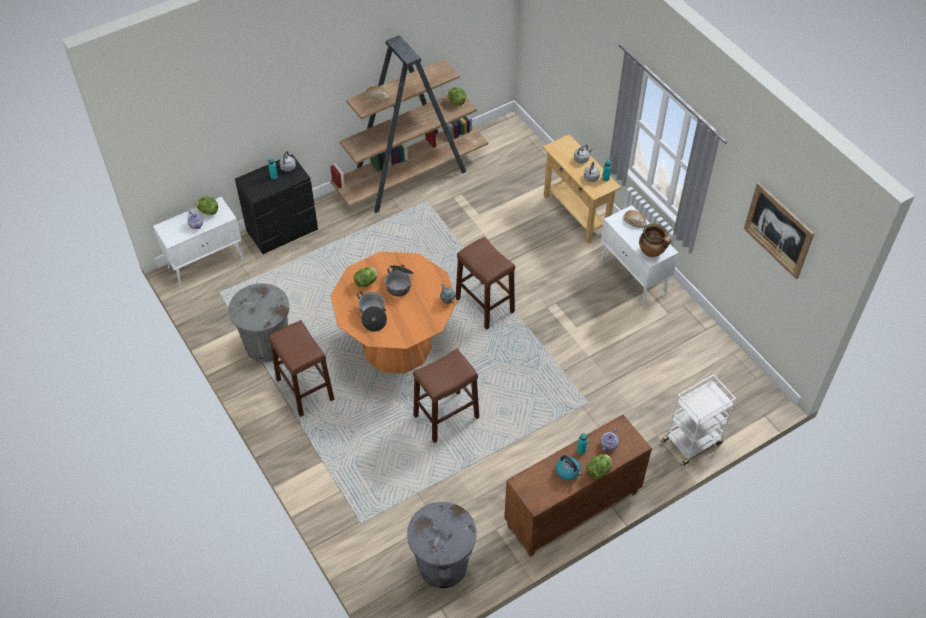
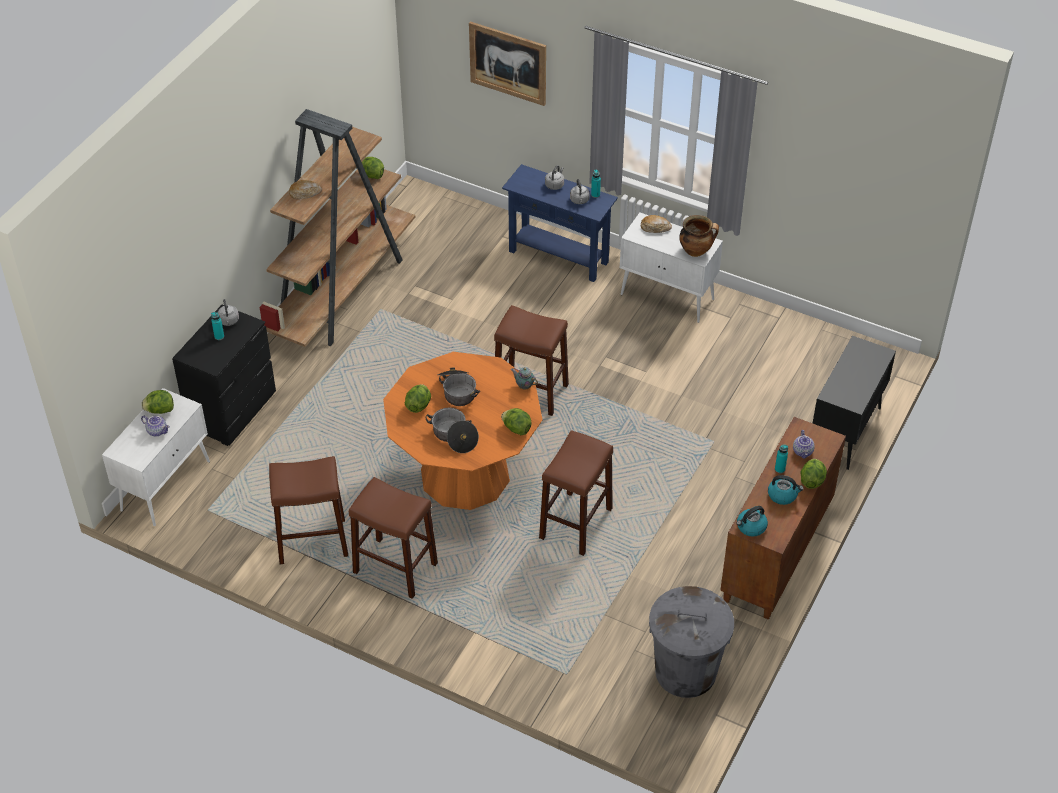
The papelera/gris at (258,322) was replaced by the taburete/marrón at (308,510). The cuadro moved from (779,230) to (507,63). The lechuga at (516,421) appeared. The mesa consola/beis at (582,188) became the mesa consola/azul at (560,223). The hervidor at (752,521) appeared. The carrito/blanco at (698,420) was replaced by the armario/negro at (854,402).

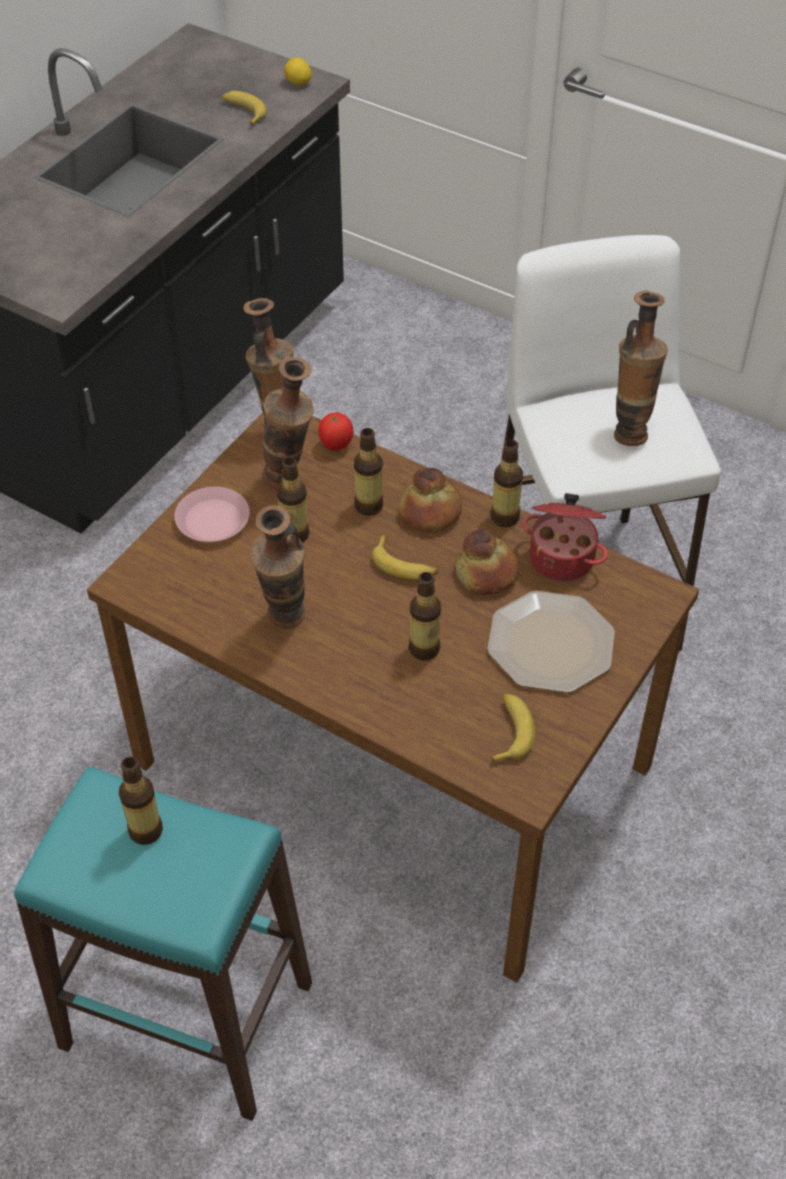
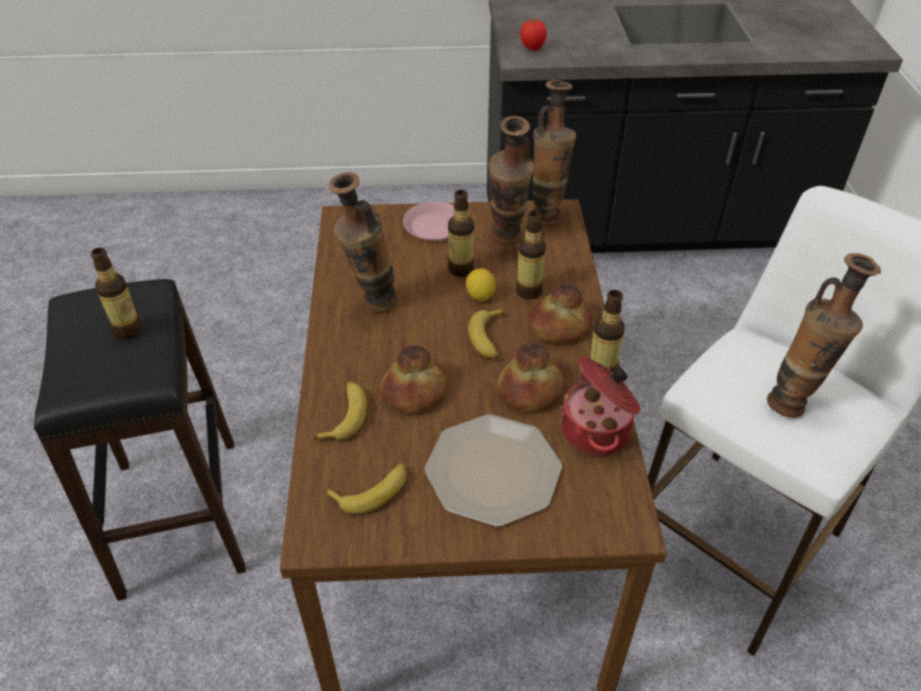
The taburete/turquesa at (163,944) became the taburete/negro at (140,440). The plátano moved from (244,108) to (340,410). The botella at (425,616) was replaced by the pan at (414,379). The limón moved from (298,71) to (481,284). The tomate moved from (335,432) to (533,34).

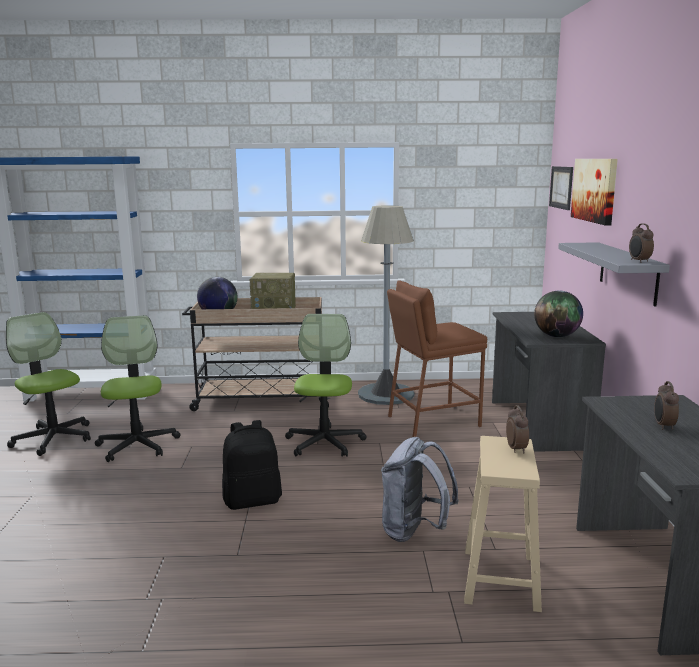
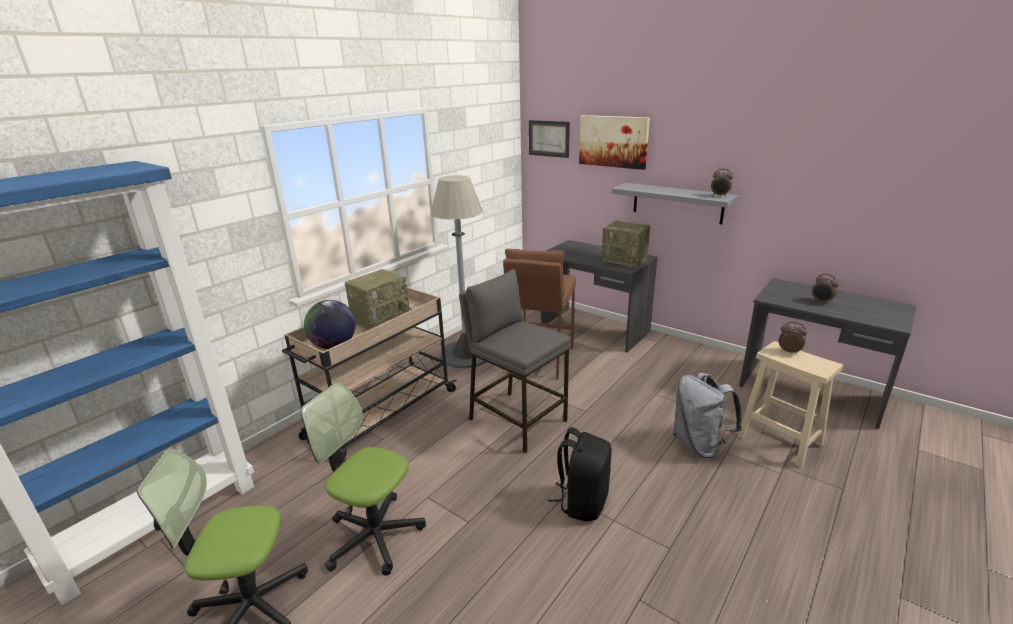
The silla de oficina at (326,385) was replaced by the taburete/gris at (515,361). The globo terráqueo at (558,313) was replaced by the radio at (626,244).

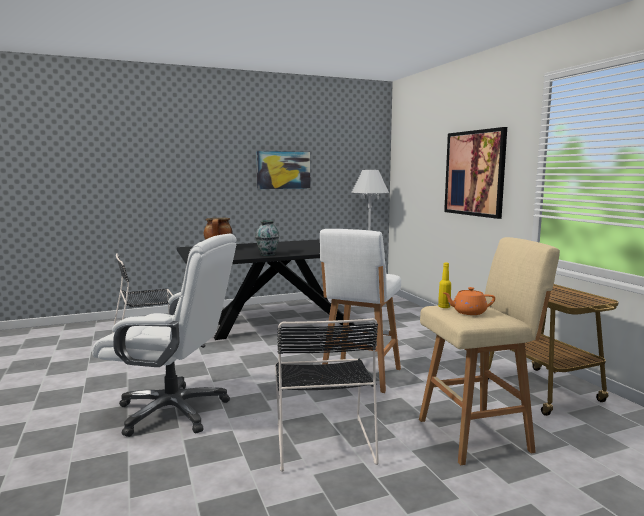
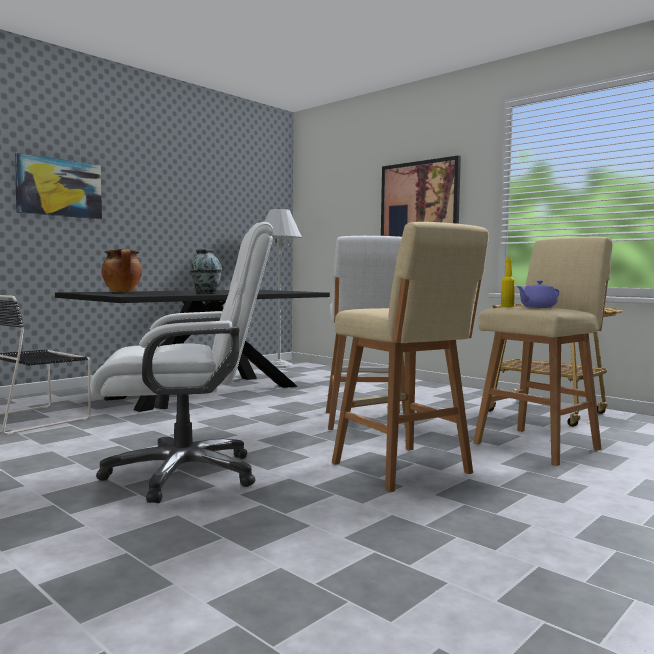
The cuadro moved from (283,170) to (58,186). The silla/negro at (327,395) was replaced by the taburete/beis at (410,357). The tetera/naranja at (469,301) became the tetera/morado at (538,294).

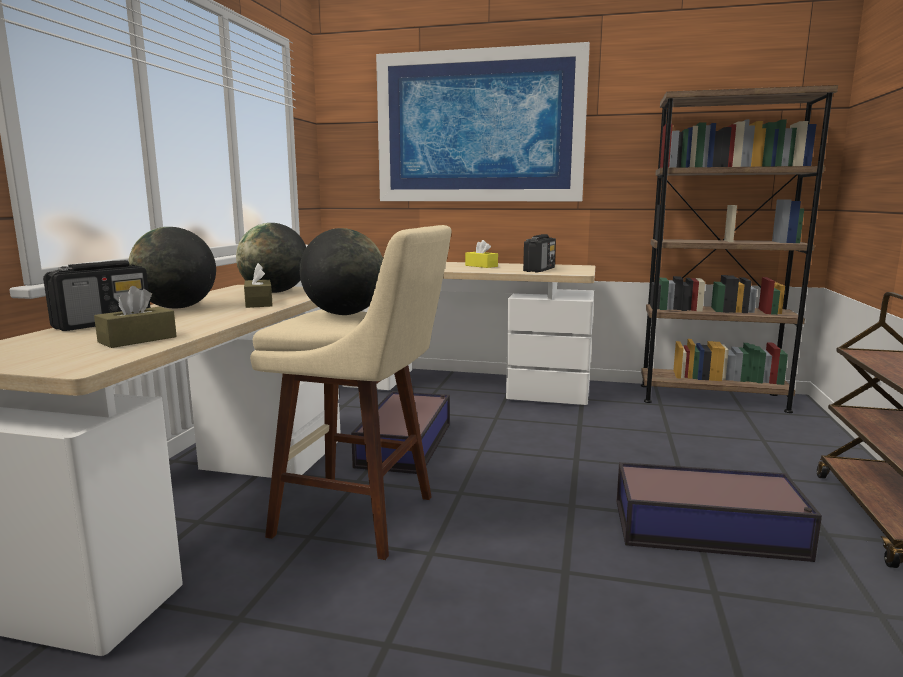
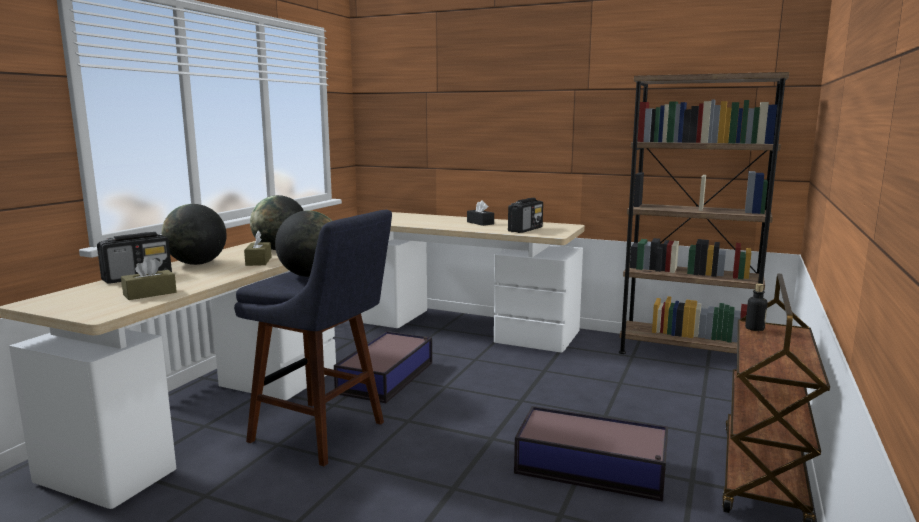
The taburete/beis at (350,392) became the taburete/azul at (313,338). The caja de pañuelos/amarillo at (481,254) became the caja de pañuelos/negro at (480,213). The botella at (756,307) appeared. The cuadro at (483,121) disappeared.

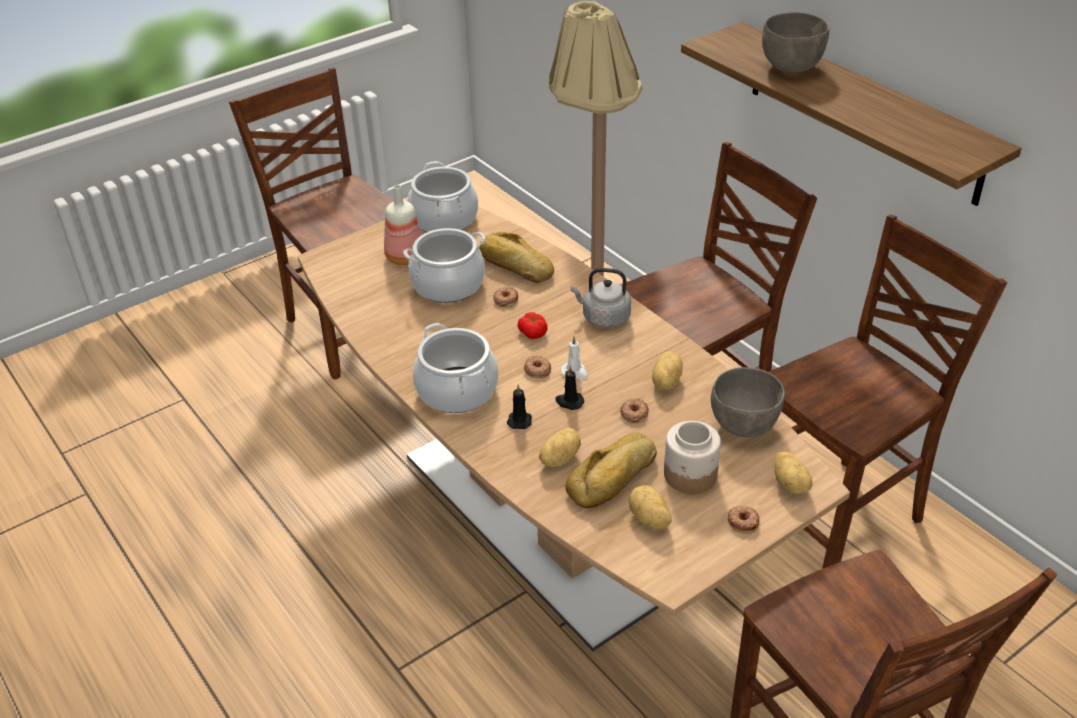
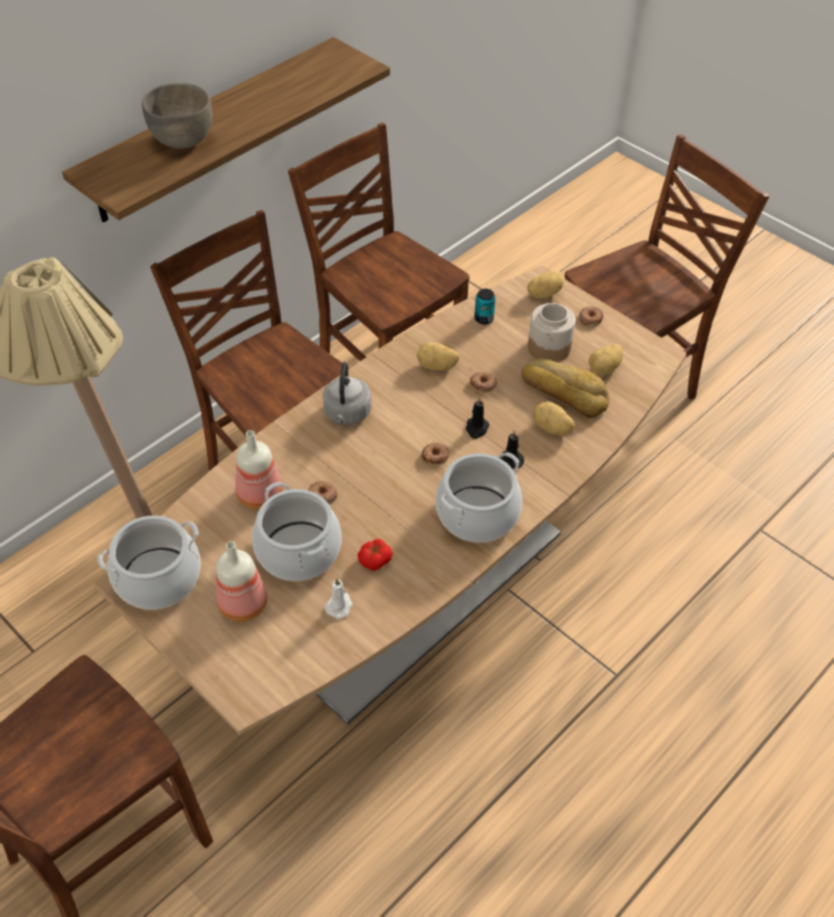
The pan at (516,257) was replaced by the botella at (258,469). The vela/blanco moved from (574,357) to (339,598). The tomate moved from (533,325) to (375,555). The cuenco/gris at (748,402) was replaced by the lata at (484,306).

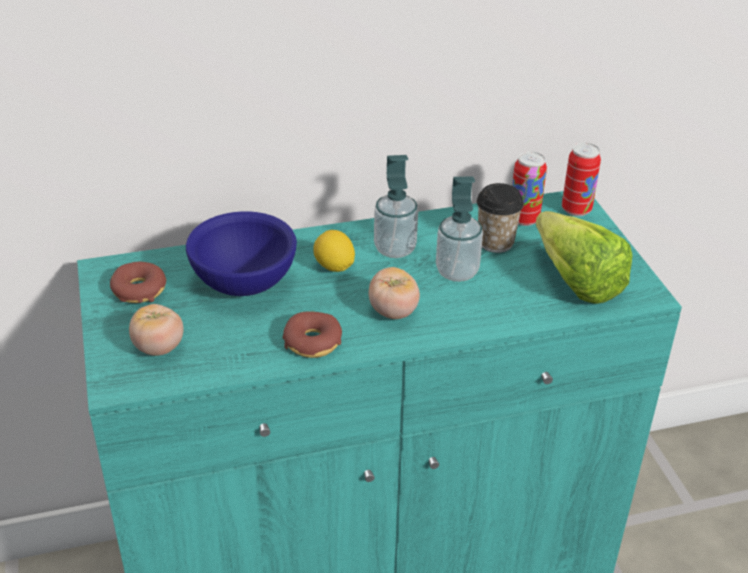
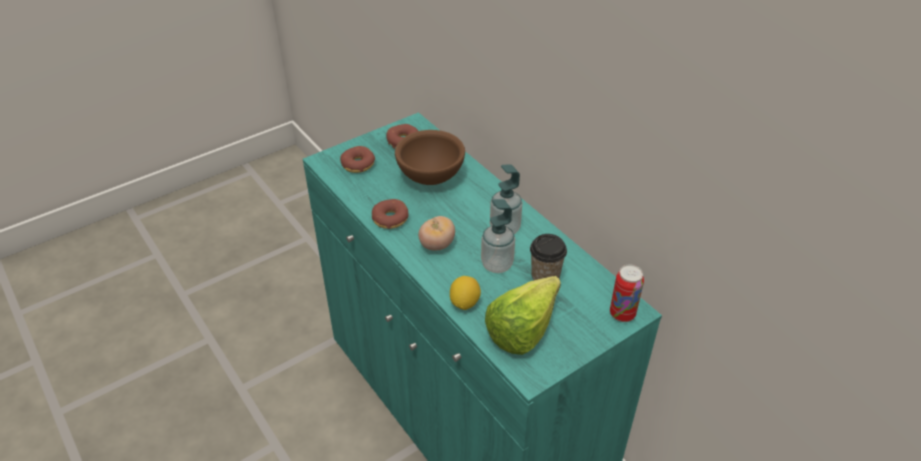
The tomate at (156,330) was replaced by the rosquilla at (357,159). The cuenco/azul at (241,253) became the cuenco/marrón at (430,157). The limón moved from (334,251) to (465,293). The lata at (529,188) disappeared.

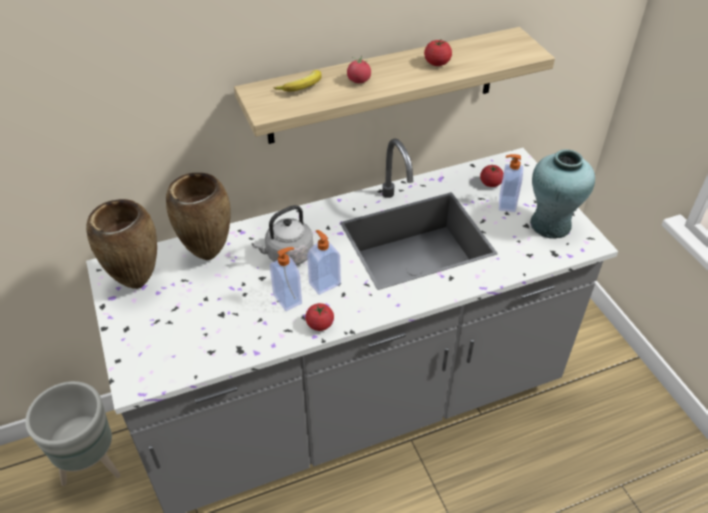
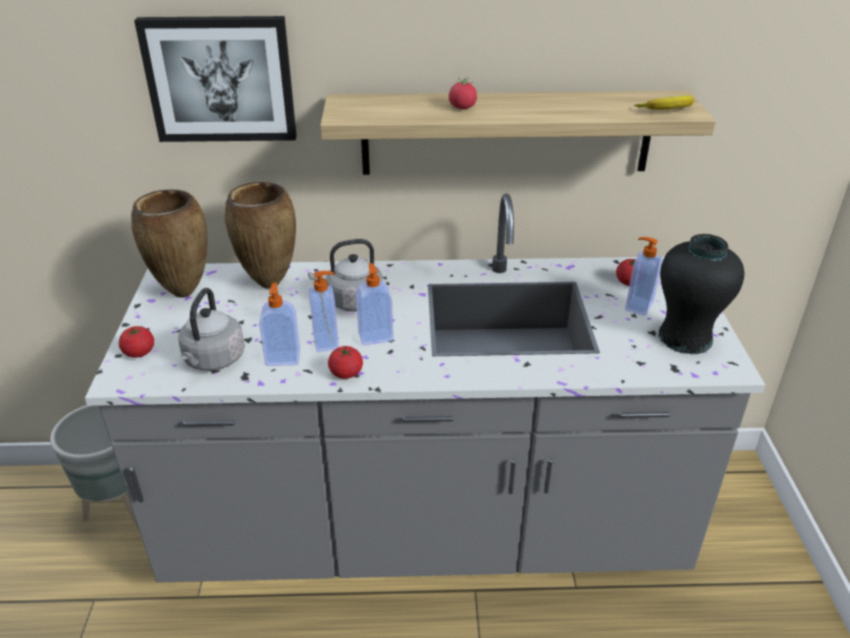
The tomate moved from (438,52) to (136,342). The cuadro at (215,79) appeared. The hervidor/gris at (211,329) appeared. The dispensador de jabón at (279,324) appeared. The plátano moved from (298,81) to (664,102). The florero/turquesa at (562,194) became the florero/negro at (701,294).

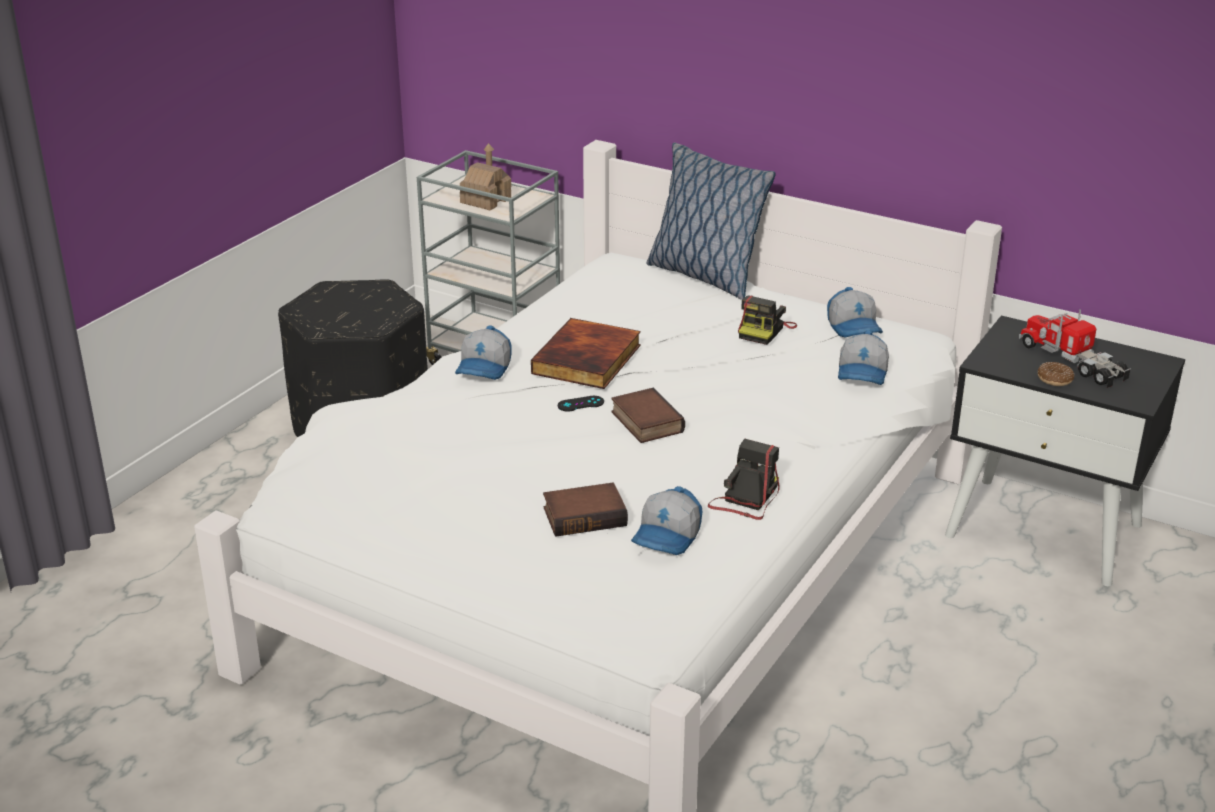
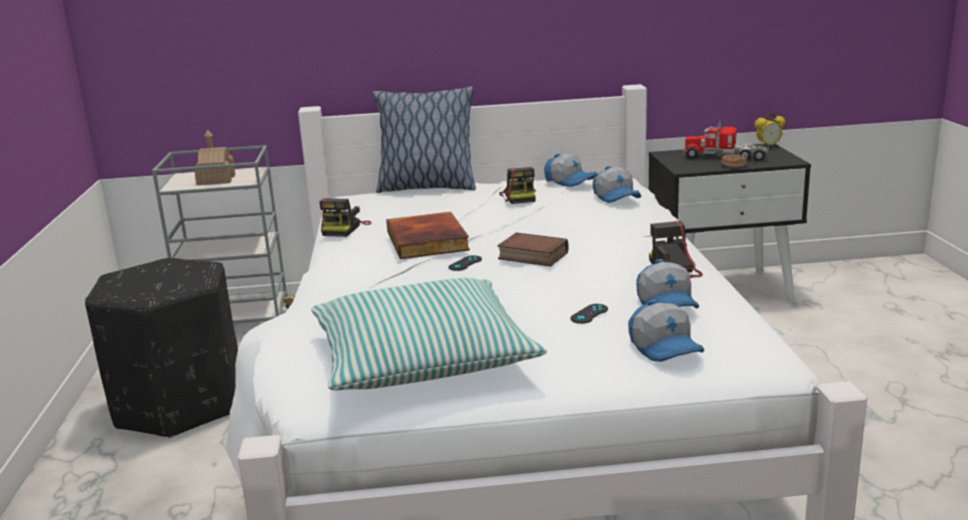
The cojín at (429,334) appeared. The cámara at (345,217) appeared. The libro at (585,510) was replaced by the mando de consola/negro at (589,314). The gorra moved from (483,352) to (666,331). The despertador at (770,129) appeared.

